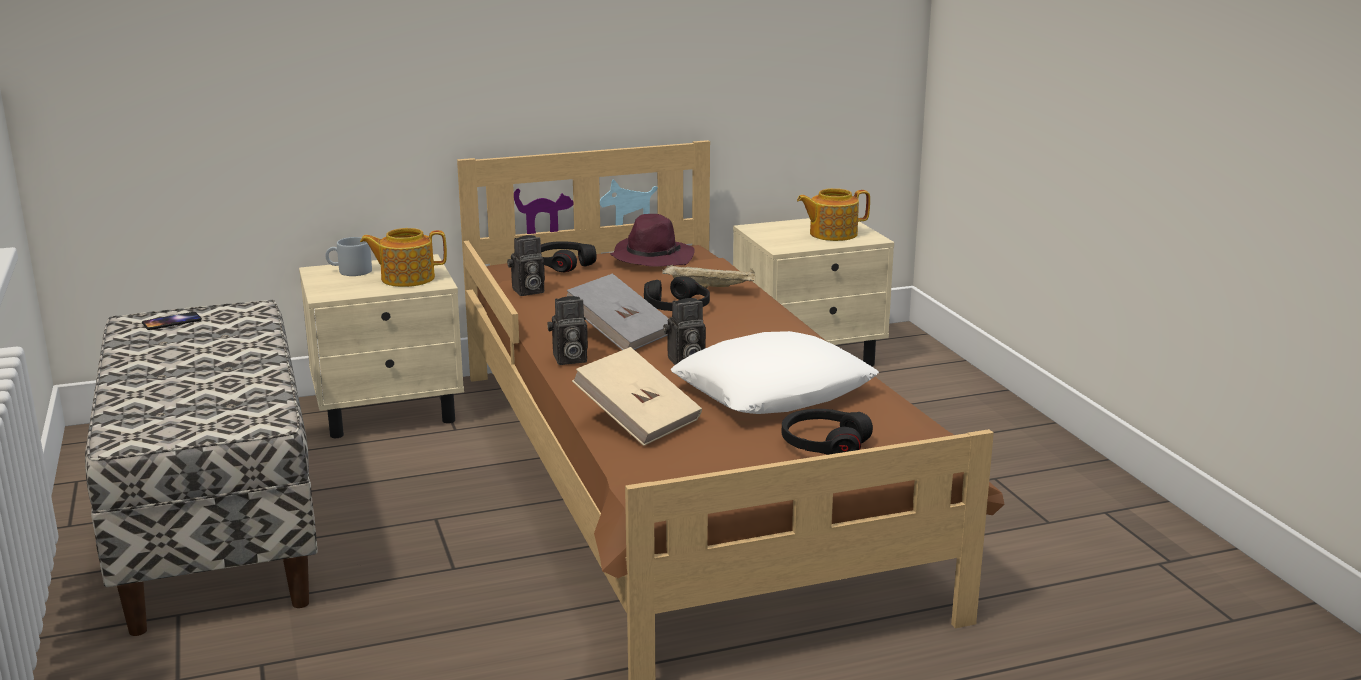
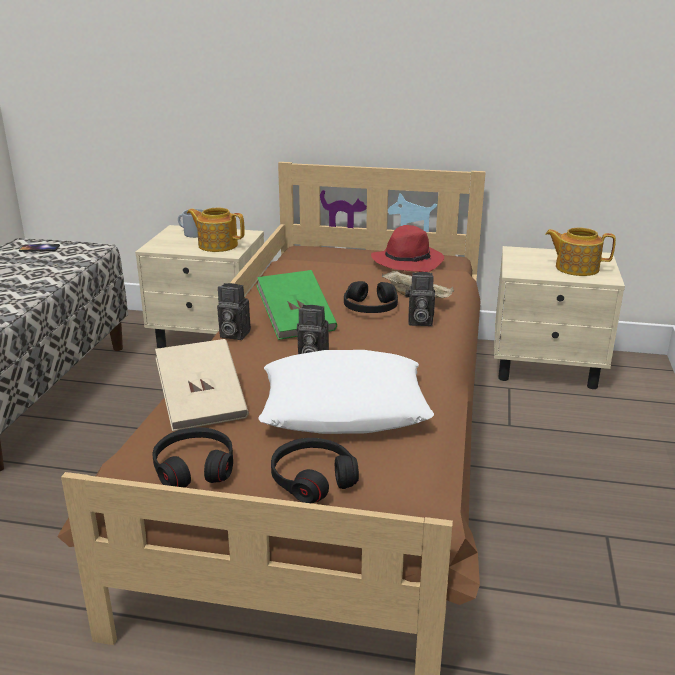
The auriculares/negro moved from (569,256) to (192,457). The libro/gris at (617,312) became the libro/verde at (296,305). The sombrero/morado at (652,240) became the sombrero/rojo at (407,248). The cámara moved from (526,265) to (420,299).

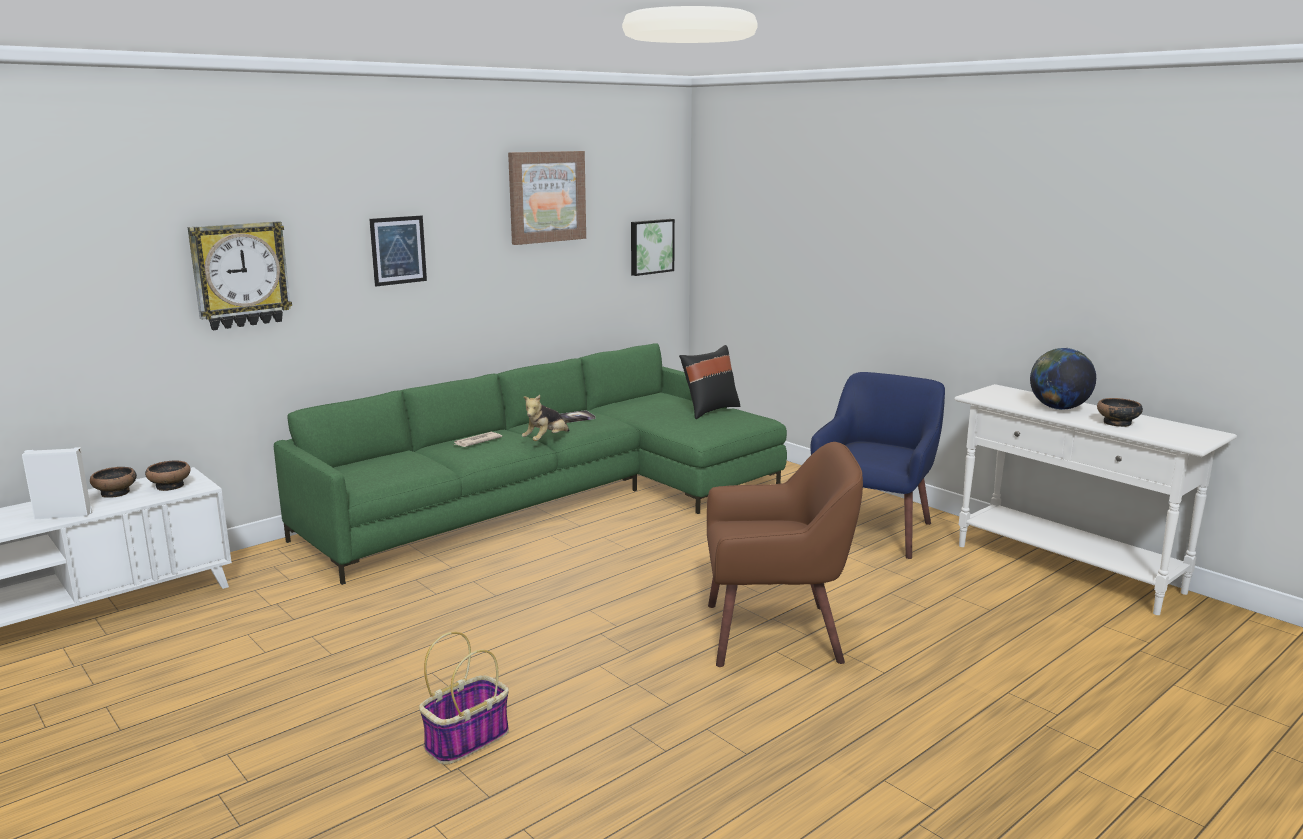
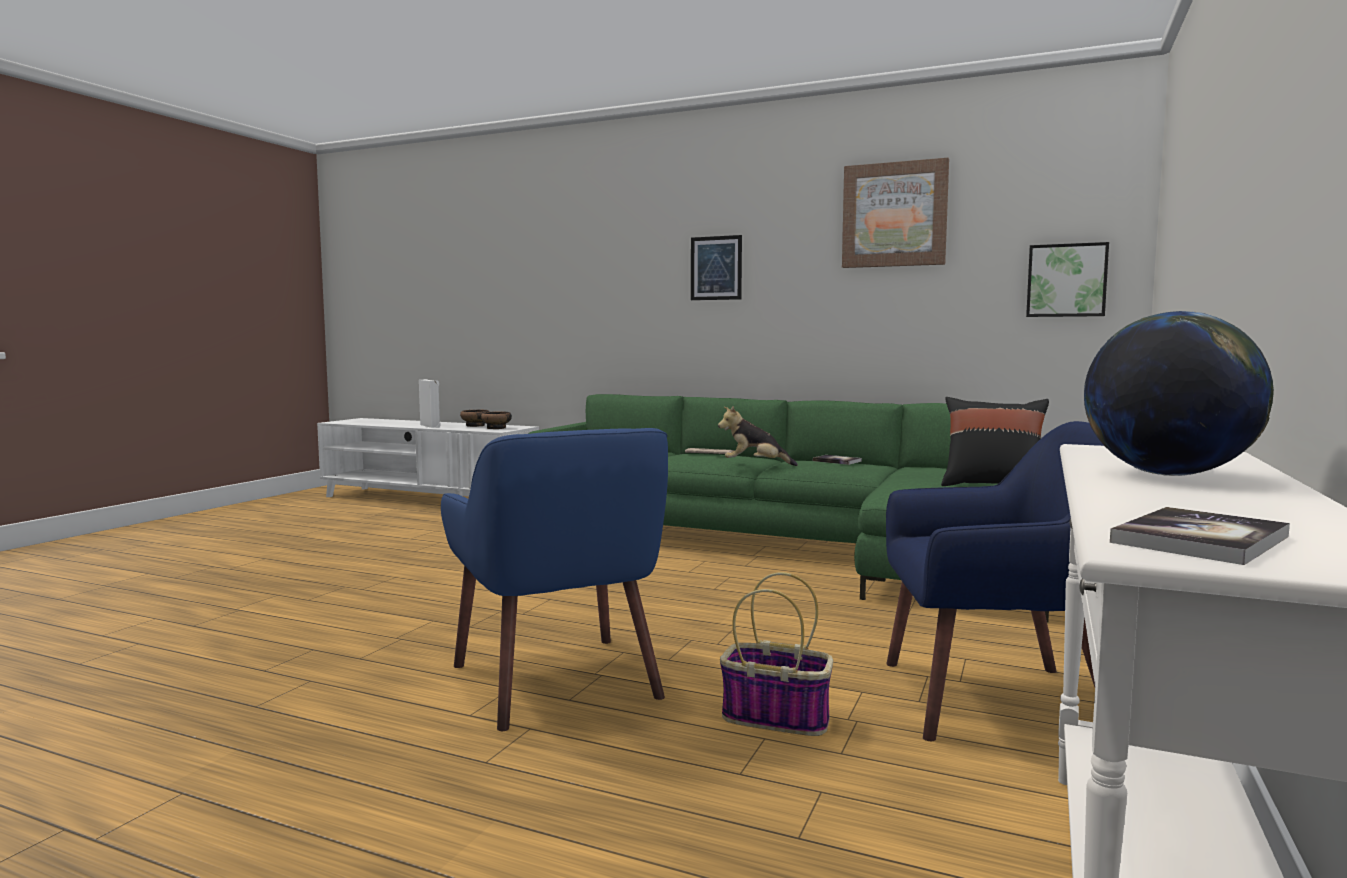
The sillón/marrón at (785,554) became the sillón/azul at (554,579). The cesta moved from (464,698) to (776,654). The libro at (1200,536) appeared. The reloj de pared at (240,275) disappeared. The cuenco at (1120,412) disappeared.

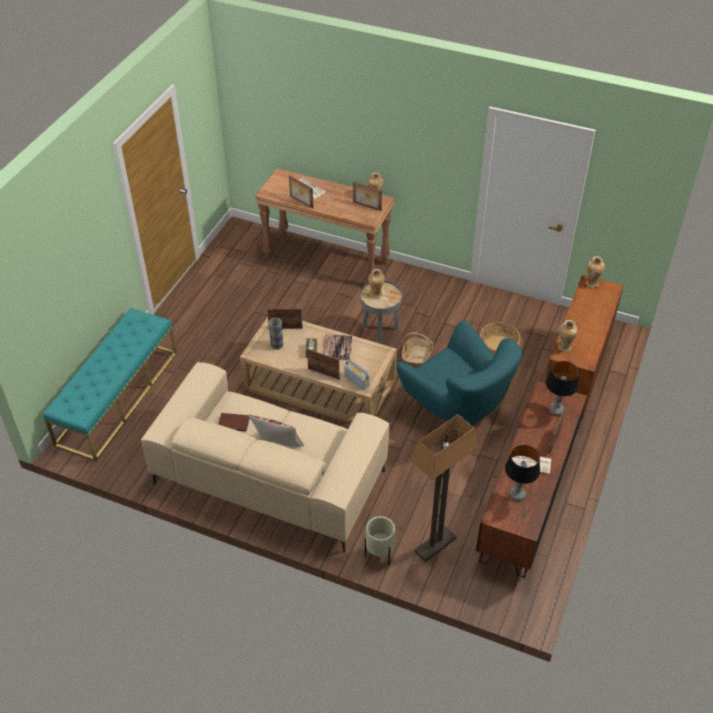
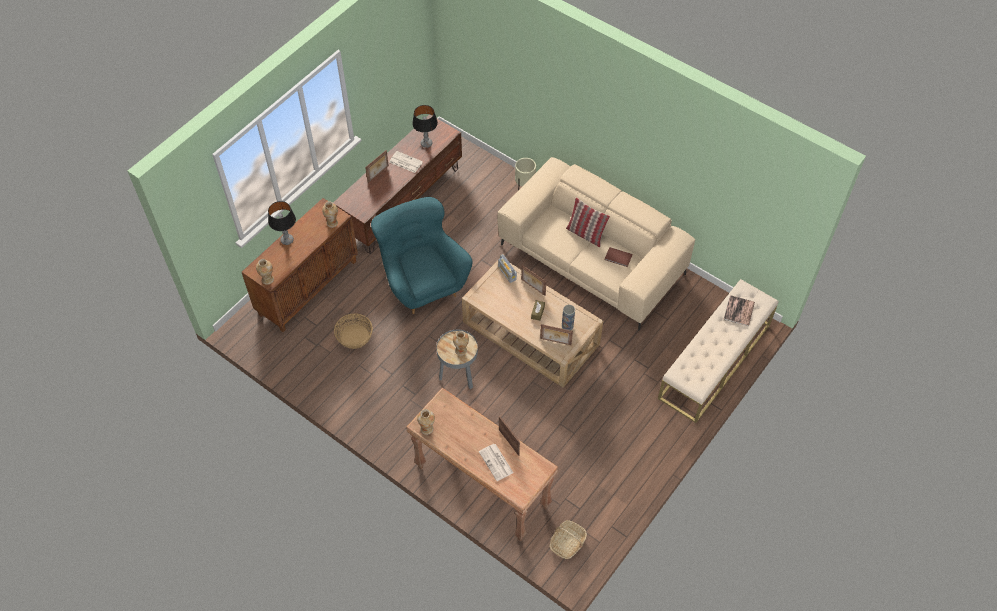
The lámpara de mesa moved from (562,388) to (282,223). The cesta moved from (417,349) to (568,539). The banco/turquesa at (110,384) became the banco/beis at (718,351). The libro moved from (337,347) to (739,310). The portarretratos at (367,196) disappeared. The lámpara de pie at (444,488) disappeared.

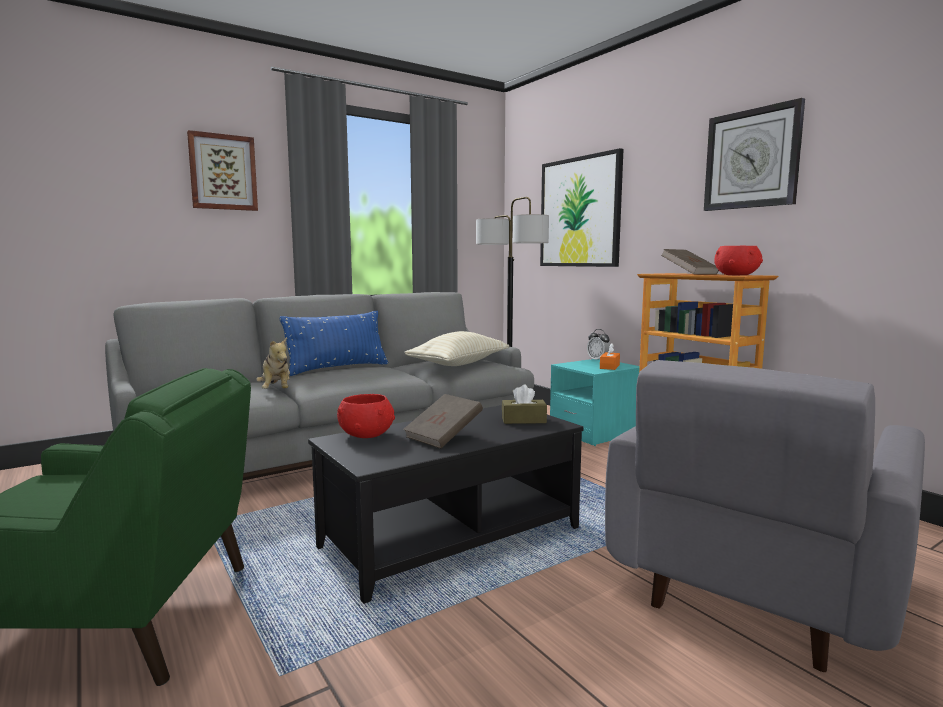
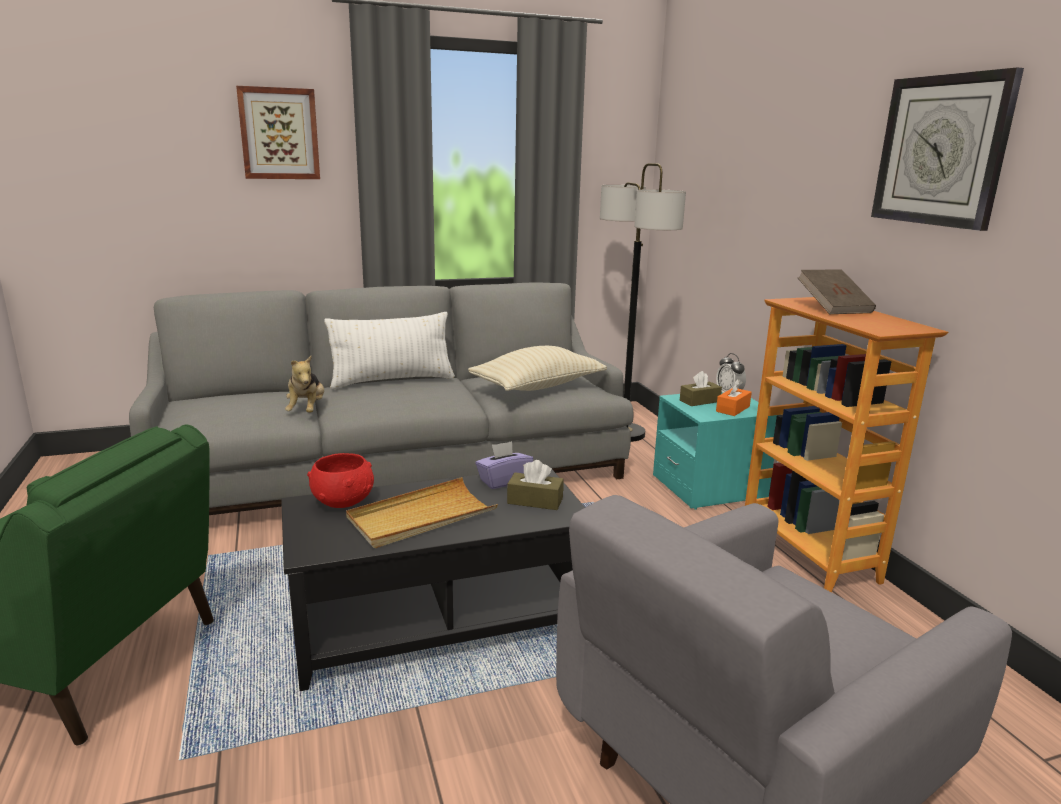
The cojín/azul at (334,343) became the cojín/blanco at (389,350). The libro/marrón at (443,421) was replaced by the bandeja/beis at (422,512). The caja de pañuelos/morado at (504,465) appeared. The caja de pañuelos/marrón at (701,388) appeared. The cuadro at (582,207) disappeared. The cuenco/rojo at (738,260) disappeared.

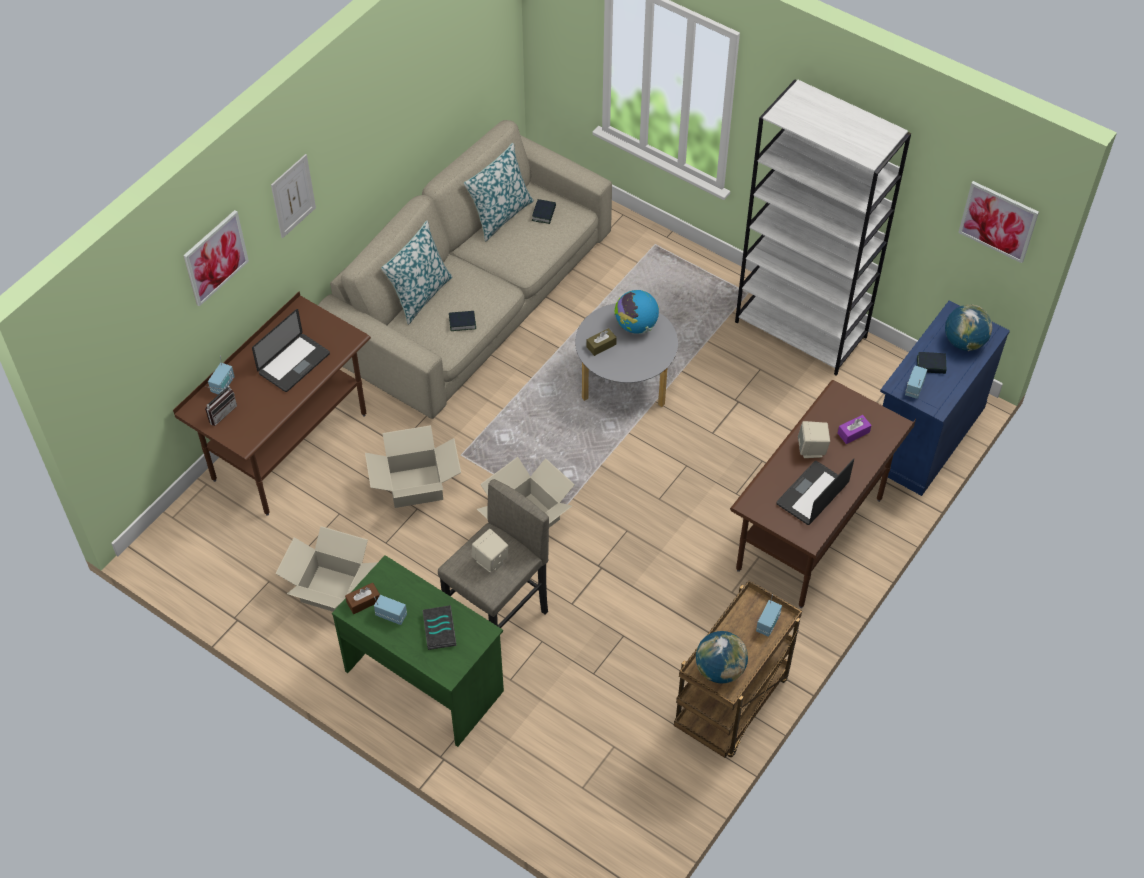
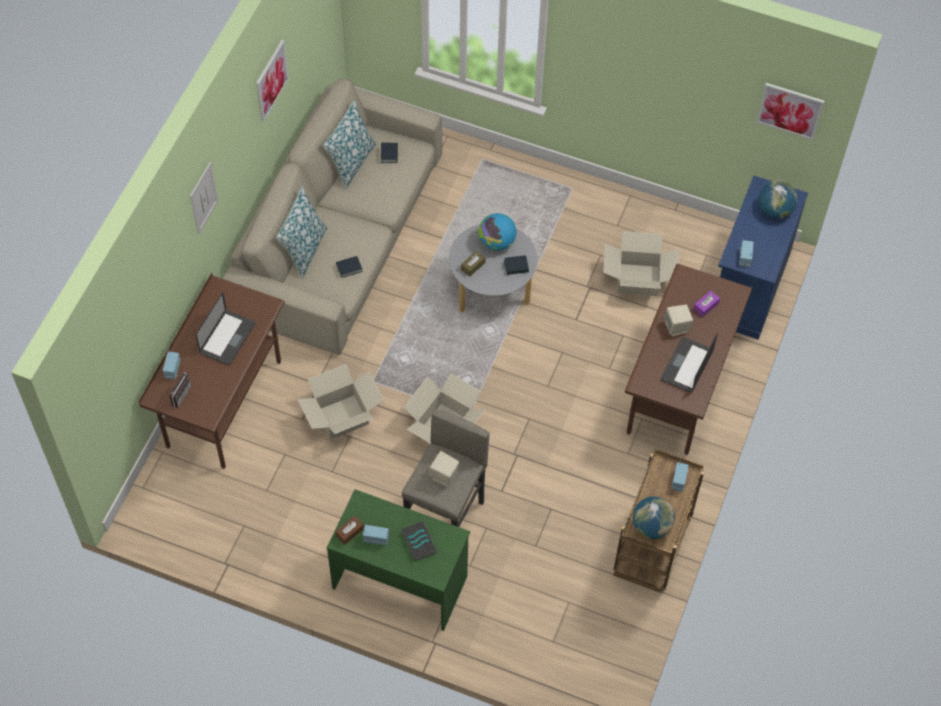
The cuadro moved from (216,258) to (272,81). The libro moved from (932,363) to (516,265). The caja de cartón moved from (326,569) to (641,263). The estantería/blanco at (823,228) disappeared.

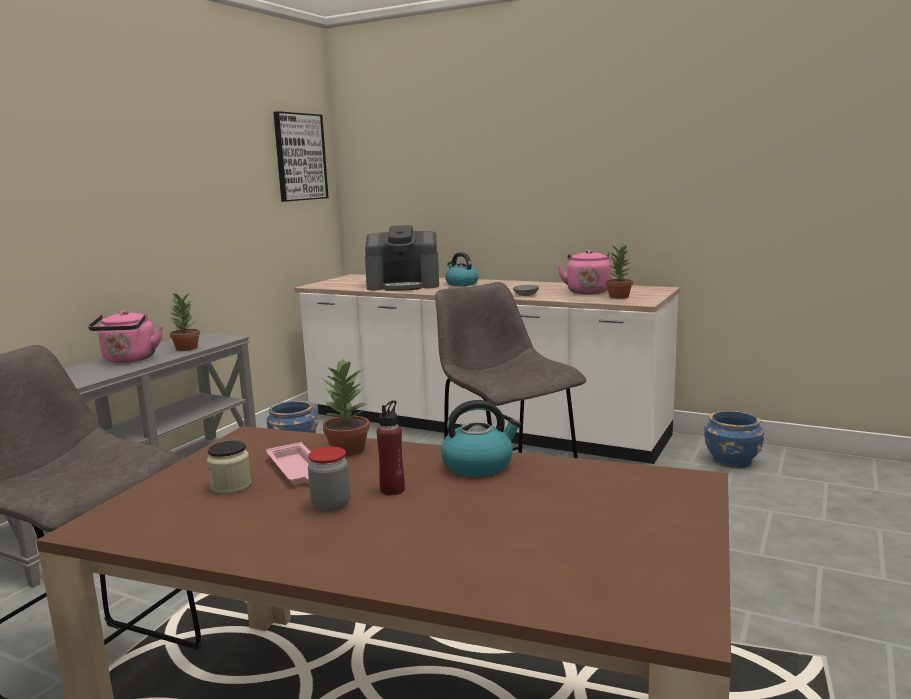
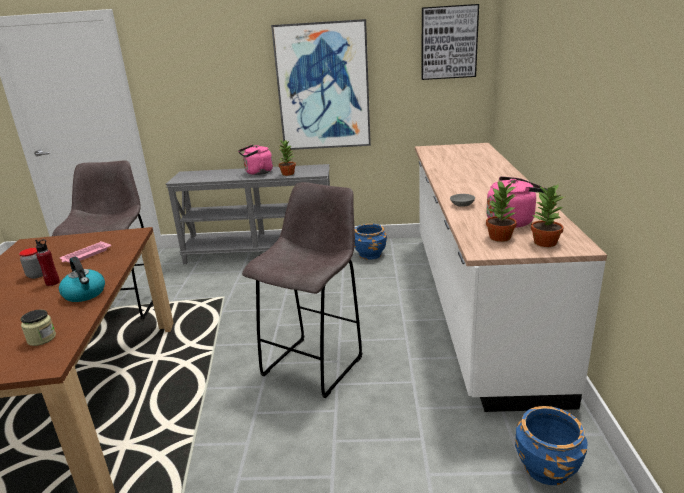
The tarro moved from (229,467) to (38,328). The cuadro at (321,84) appeared. The planta en maceta moved from (346,407) to (548,215). The cafetera at (402,258) disappeared. The hervidor at (462,269) disappeared.

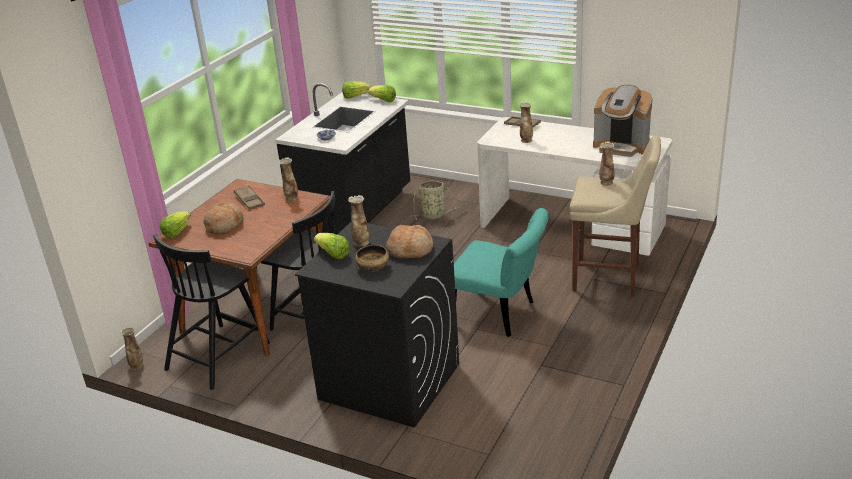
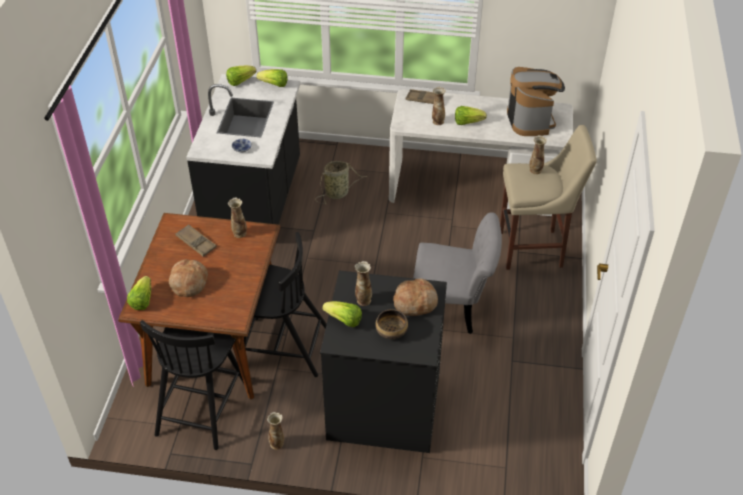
The florero moved from (131,348) to (275,431). The silla/turquesa at (501,272) became the silla/gris at (457,273). The lechuga at (471,115) appeared. The cafetera at (623,121) turned 105 degrees counterclockwise.

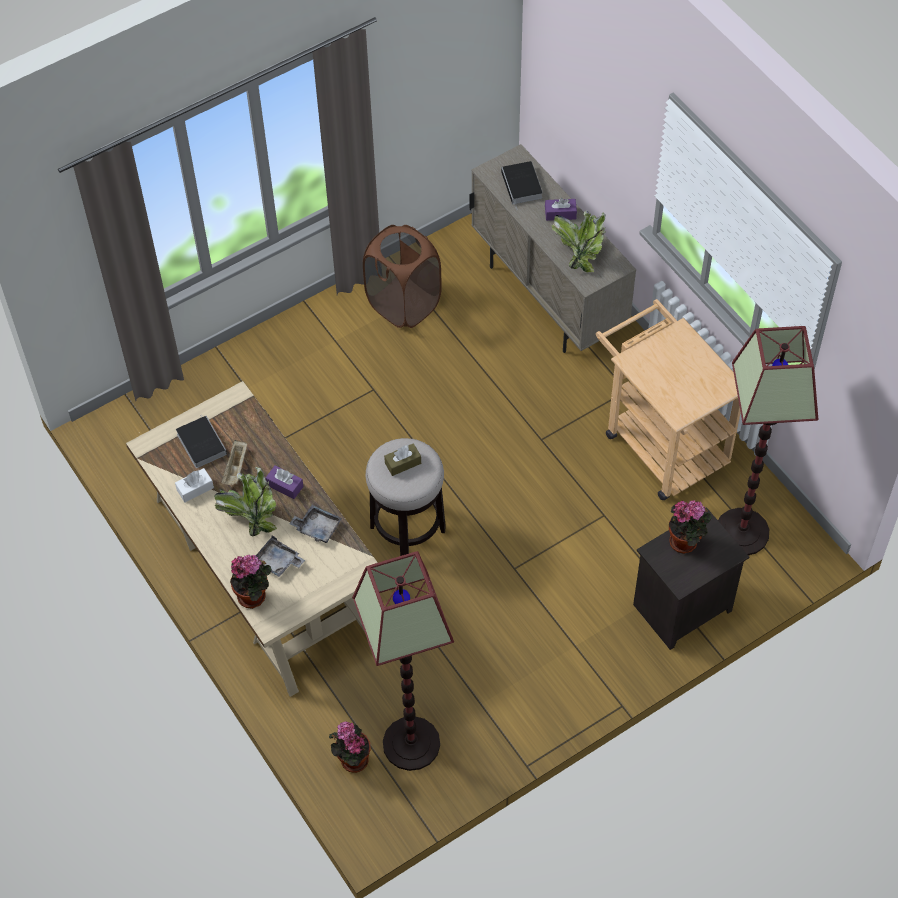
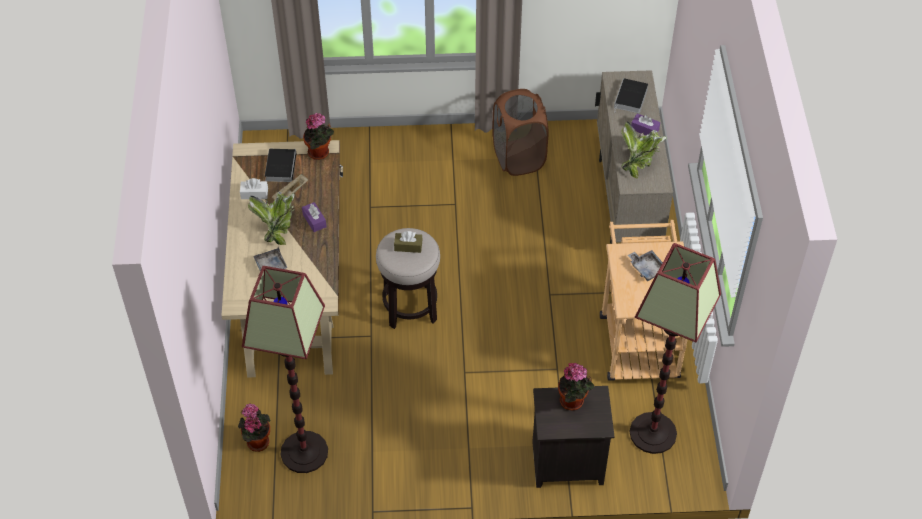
The planta en maceta moved from (251,582) to (318,136). The bandeja/gris moved from (315,524) to (645,265).

